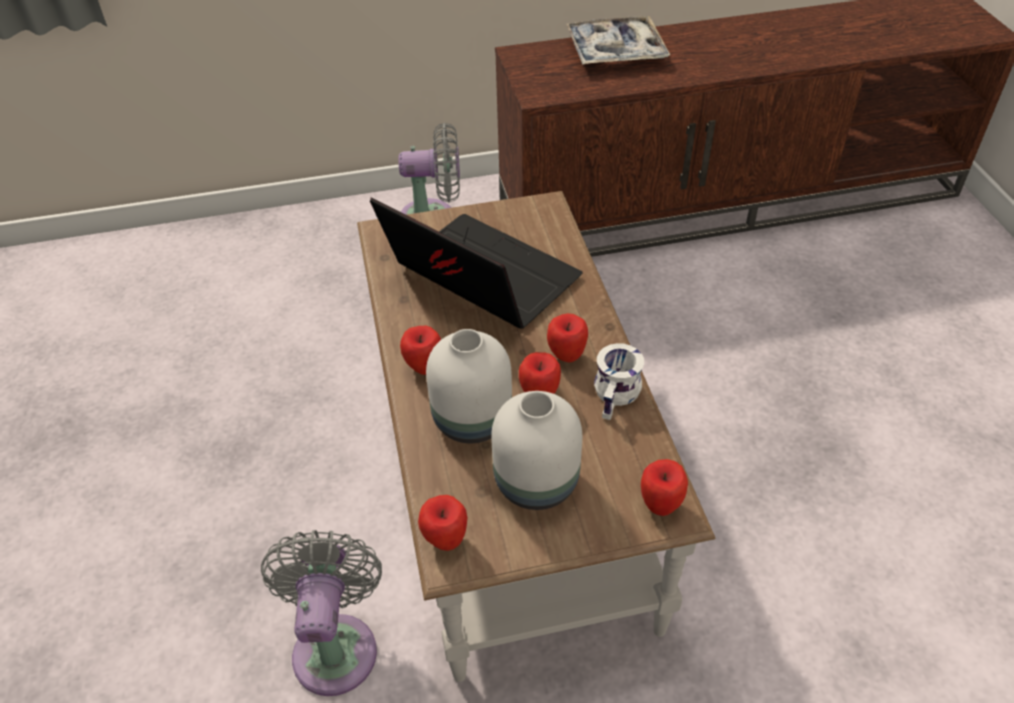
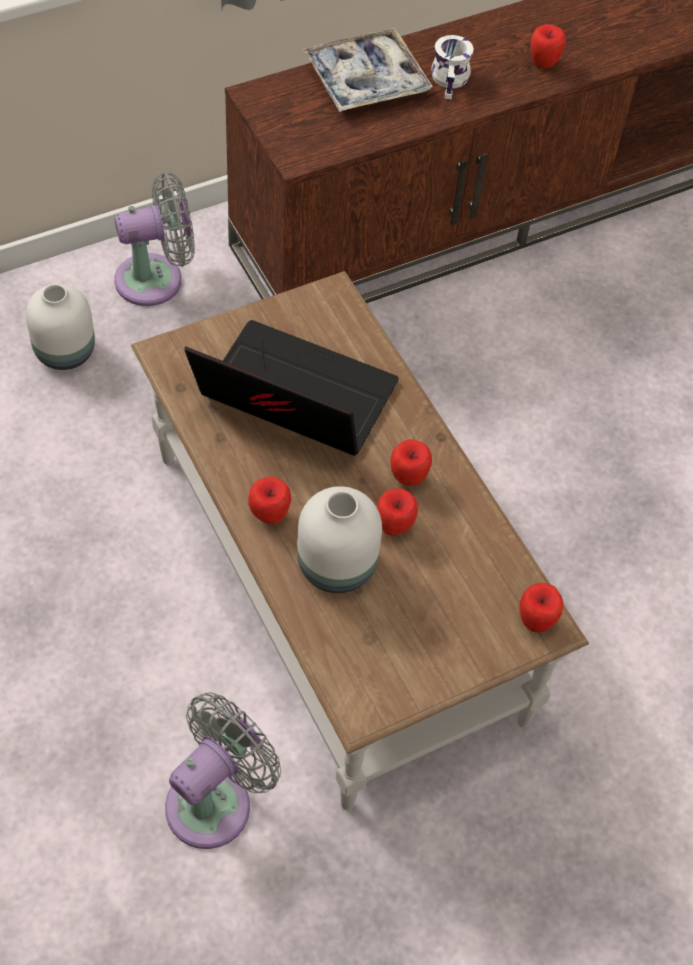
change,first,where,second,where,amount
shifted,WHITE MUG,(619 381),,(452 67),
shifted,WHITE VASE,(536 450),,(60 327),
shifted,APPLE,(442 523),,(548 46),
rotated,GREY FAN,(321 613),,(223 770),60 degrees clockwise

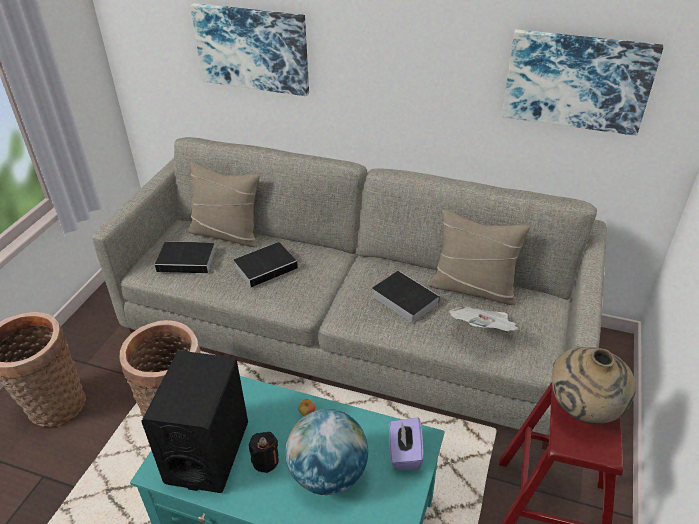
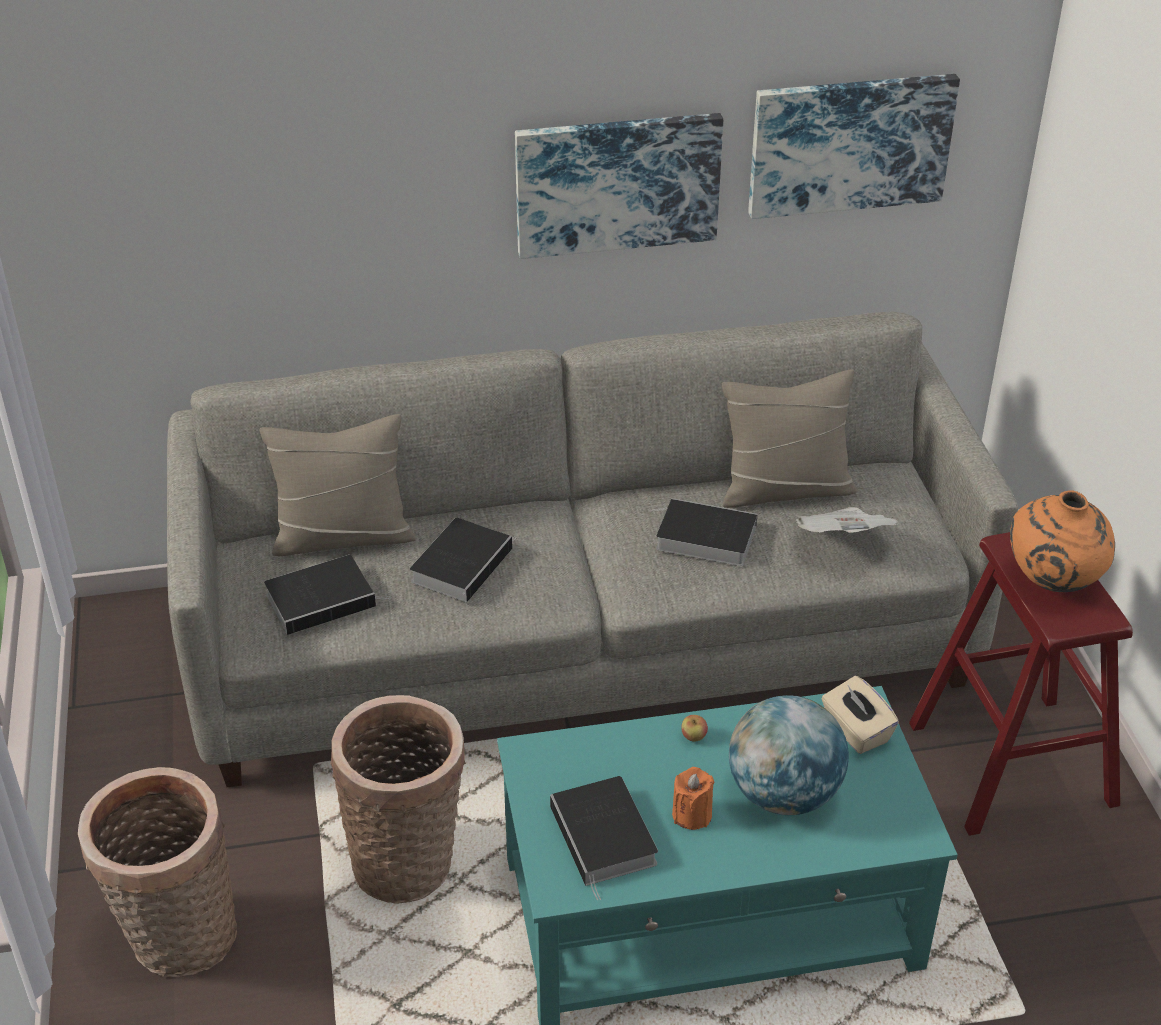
change,first,where,second,where,amount
shifted,PICTURE,(249 49),,(619 186),
repainted,BEIGE VASE,(594 385),ORANGE VASE,(1062 541),
swapped,BLACK SPEAKER,(194 421),BOOK,(604 838),
repainted,PURPLE TISSUE BOX,(406 443),BEIGE TISSUE BOX,(860 715),
repainted,BLACK CANDLE,(264 452),ORANGE CANDLE,(693 798),

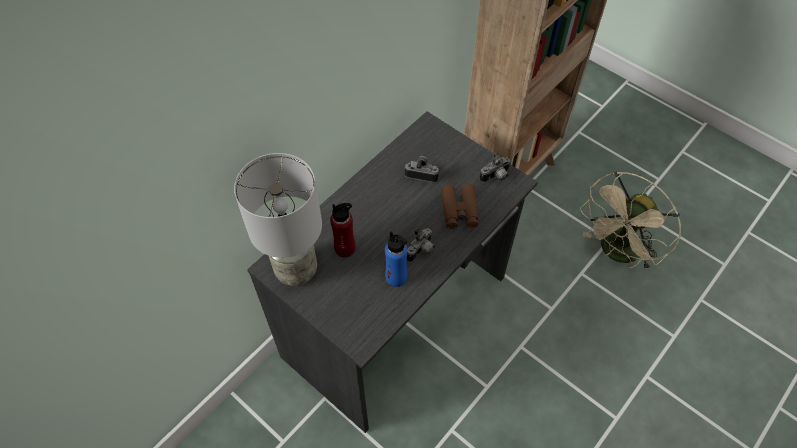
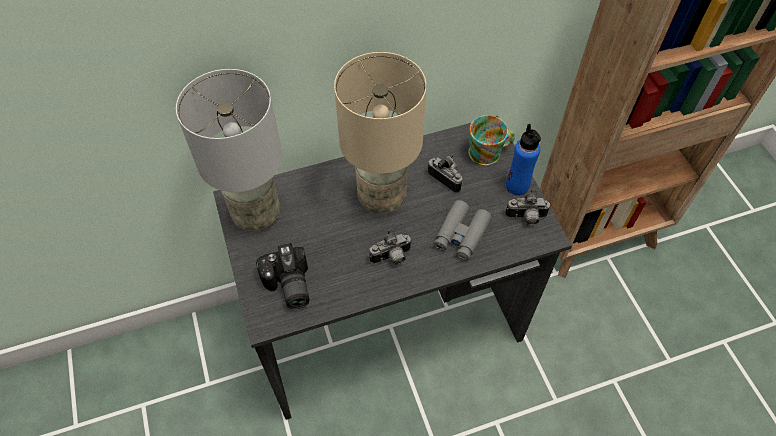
change,first,where,second,where,amount
gone,BEIGE FAN,(630 221),,,
repainted,BROWN BINOCULARS,(459 206),GREY BINOCULARS,(463 230),
gone,RED BOTTLE,(342 230),,,
shifted,BLUE BOTTLE,(396 259),,(523 160),
new,,,BEIGE TABLE LAMP,(380 133),
new,,,MUG,(491 140),
new,,,PHOTO CAMERA,(282 276),

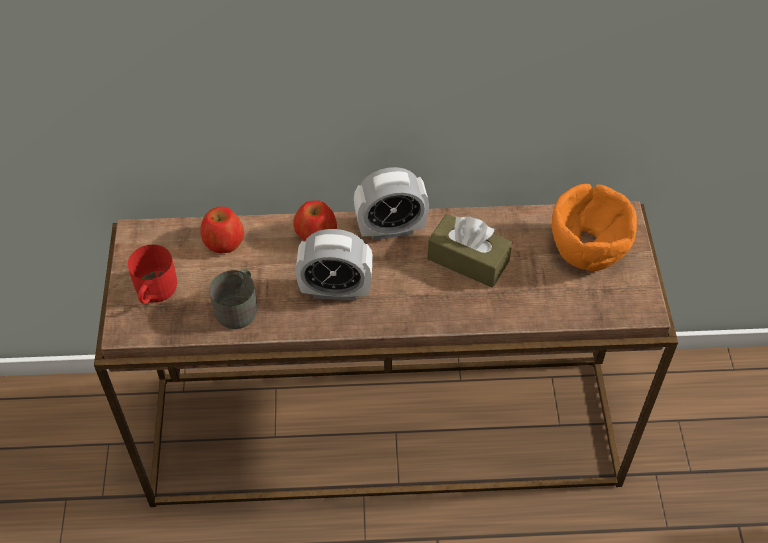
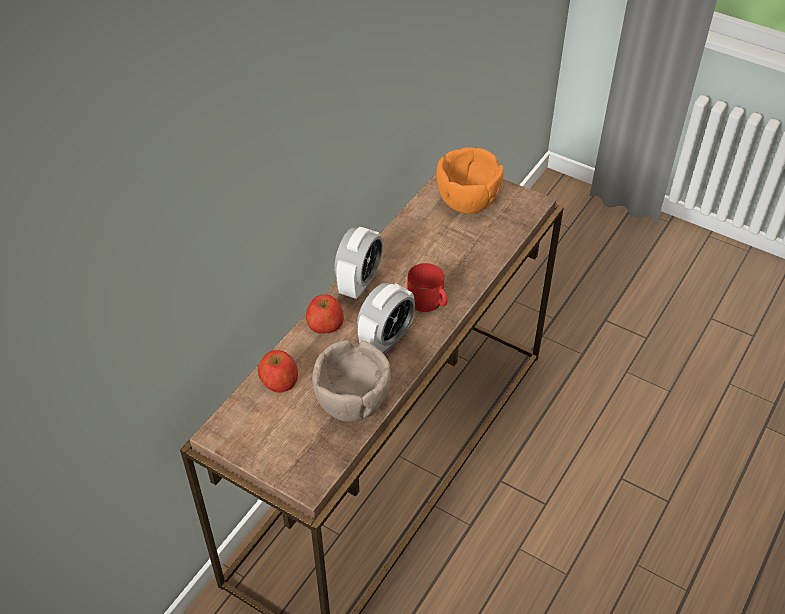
change,first,where,second,where,amount
gone,BROWN TISSUE BOX,(469 251),,,
shifted,RED MUG,(152 274),,(427 287),
swapped,GREY MUG,(233 299),BROWN BOWL,(351 381),

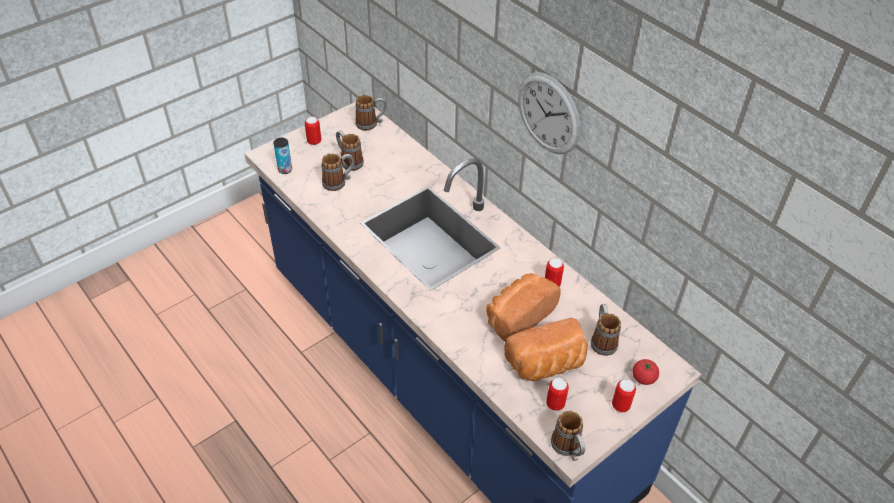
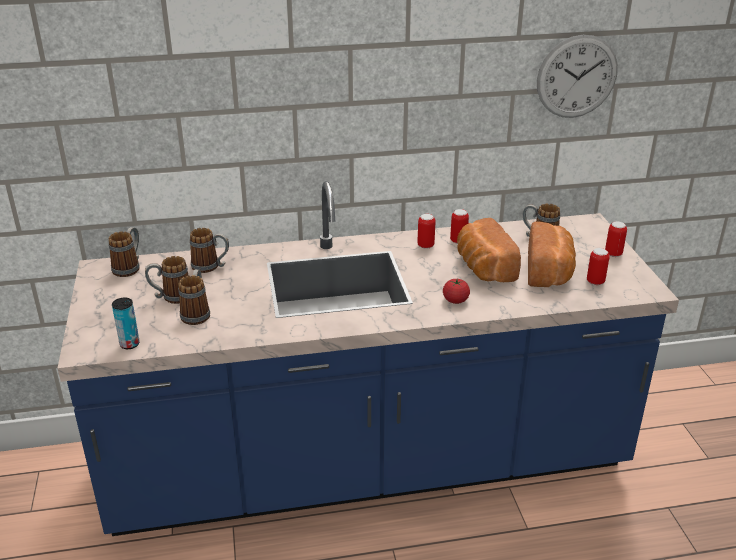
change,first,where,second,where,amount
shifted,WALL CLOCK,(549 113),,(577 76),
shifted,CAN,(313 131),,(426 231),
shifted,TOMATO,(645 372),,(456 291),
shifted,MUG,(568 436),,(209 250),

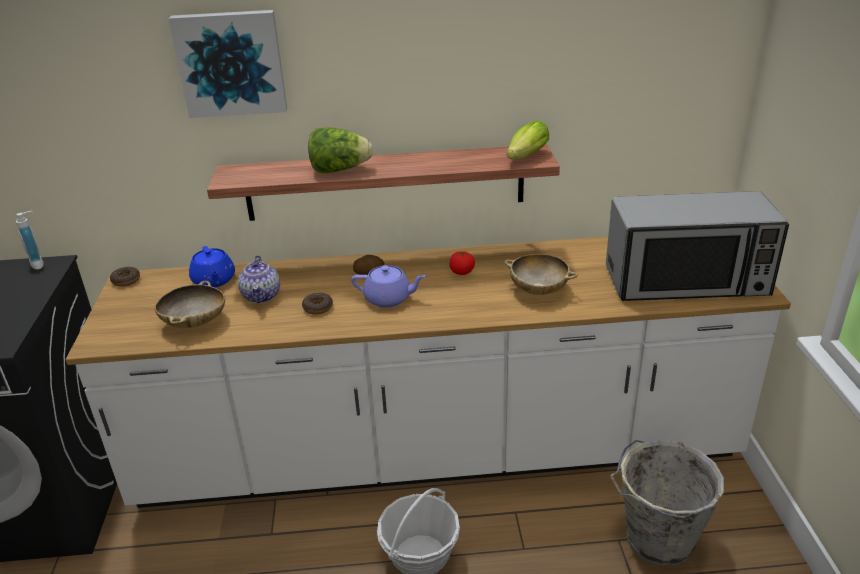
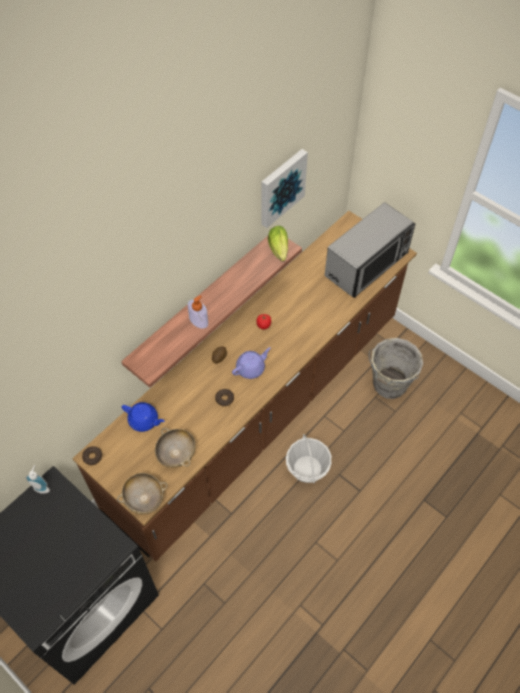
change,first,where,second,where,amount
shifted,PICTURE,(228 64),,(284 188),
swapped,LETTUCE,(340 150),SOAP DISPENSER,(198 312),
repainted,WHITE COUNTER,(428 372),BROWN COUNTER,(244 386),
shifted,BEIGE BOWL,(541 274),,(142 493),
gone,TEAPOT,(259 279),,,

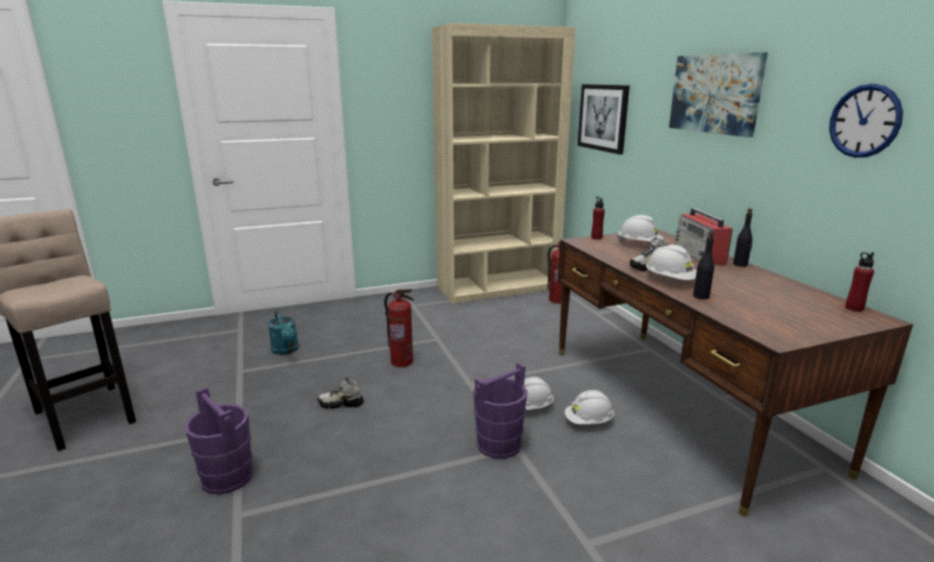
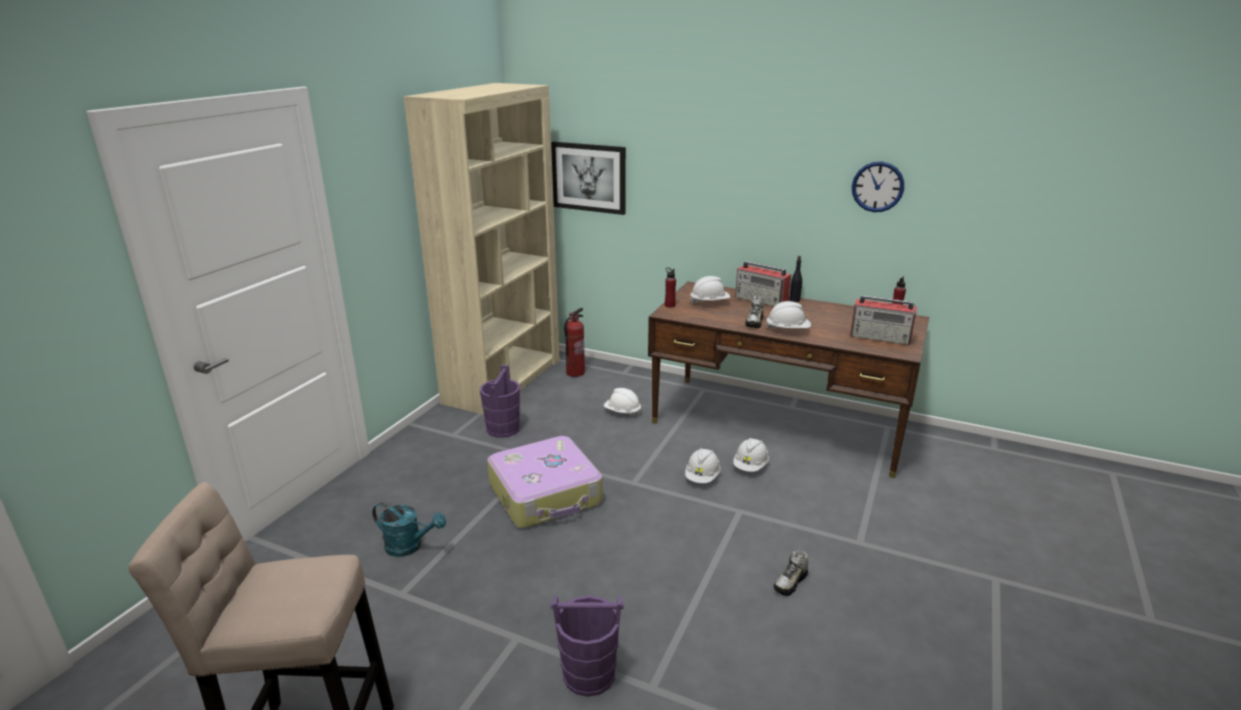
change,first,where,second,where,amount
gone,PICTURE,(718 94),,,
gone,BLACK BOTTLE,(703 265),,,
swapped,FIRE EXTINGUISHER,(399 328),SUITCASE,(545 482),
shifted,PURPLE BUCKET,(500 410),,(500 401),
shifted,SHOE,(340 393),,(791 573),
new,,,RADIO,(883 320),
new,,,WHITE HARD HAT,(622 402),

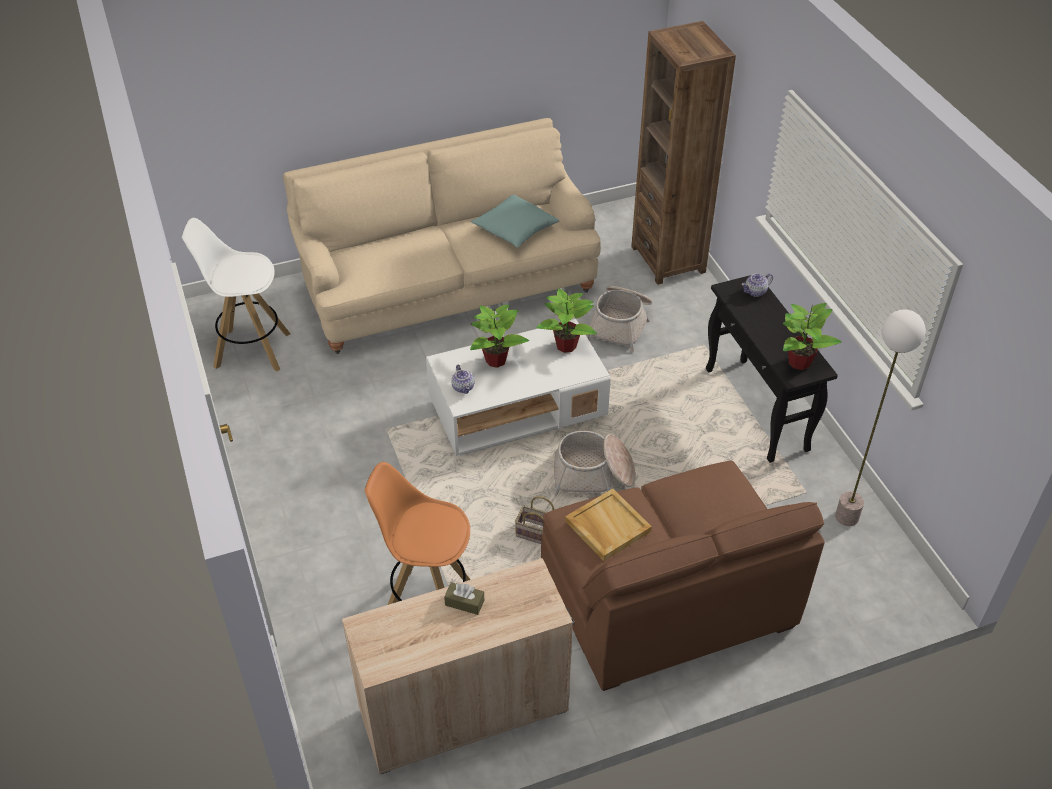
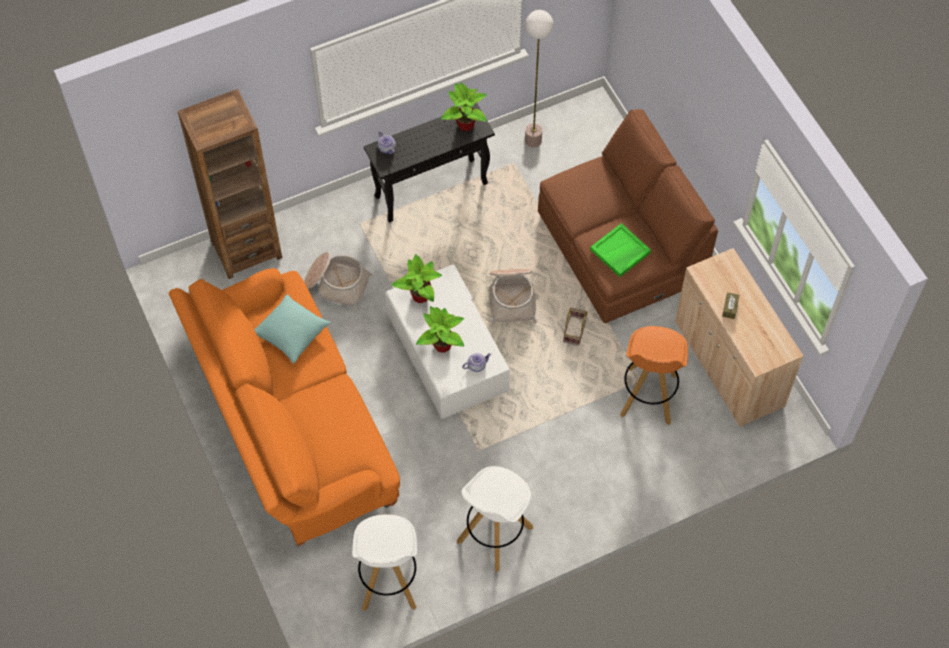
change,first,where,second,where,amount
repainted,BEIGE SOFA,(442 236),ORANGE SOFA,(284 407),
repainted,BEIGE TRAY,(608 525),GREEN TRAY,(620 250),
new,,,WHITE STOOL,(495 519),

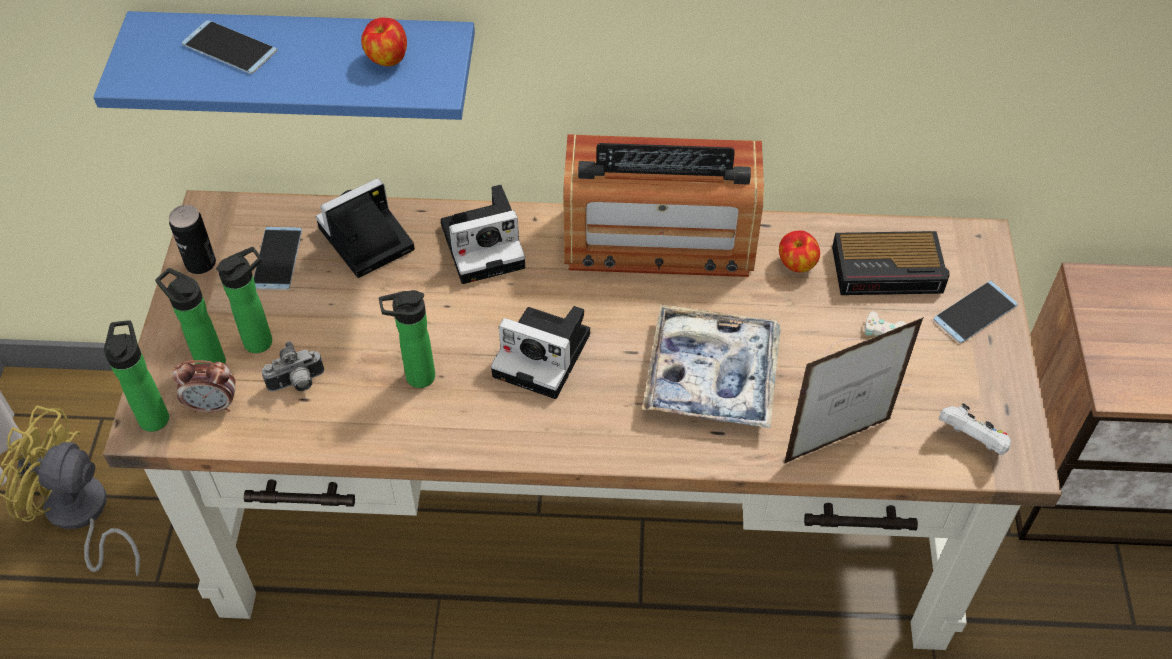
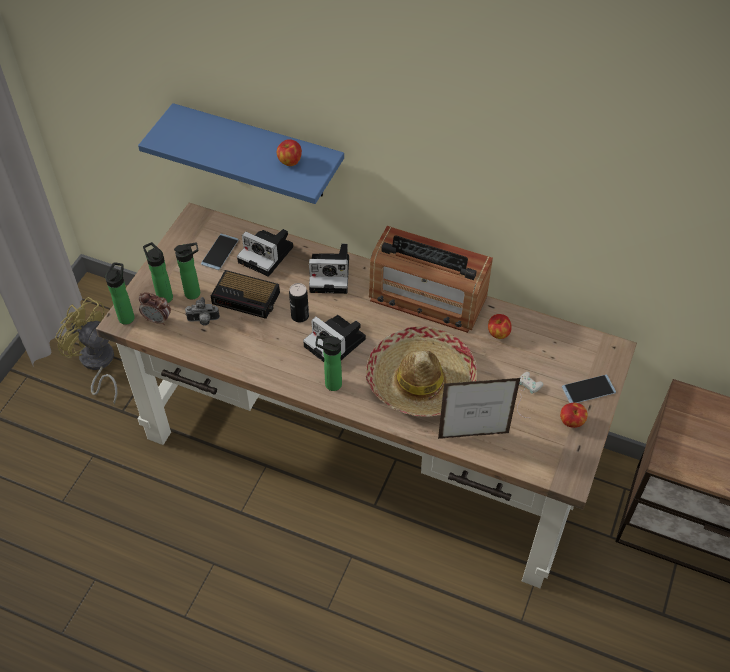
change,first,where,second,where,amount
gone,PHONE,(230 47),,,
rotated,PHOTO CAMERA,(365 228),,(265 253),135 degrees counterclockwise
shifted,CAN,(192 239),,(299 302),
shifted,ALARM CLOCK,(891 263),,(245 294),
shifted,BOTTLE,(407 339),,(329 363),
swapped,TRAY,(711 366),HAT,(421 371),
gone,WHITE GAME CONTROLLER,(975 429),,,
new,,,APPLE,(574 415),

